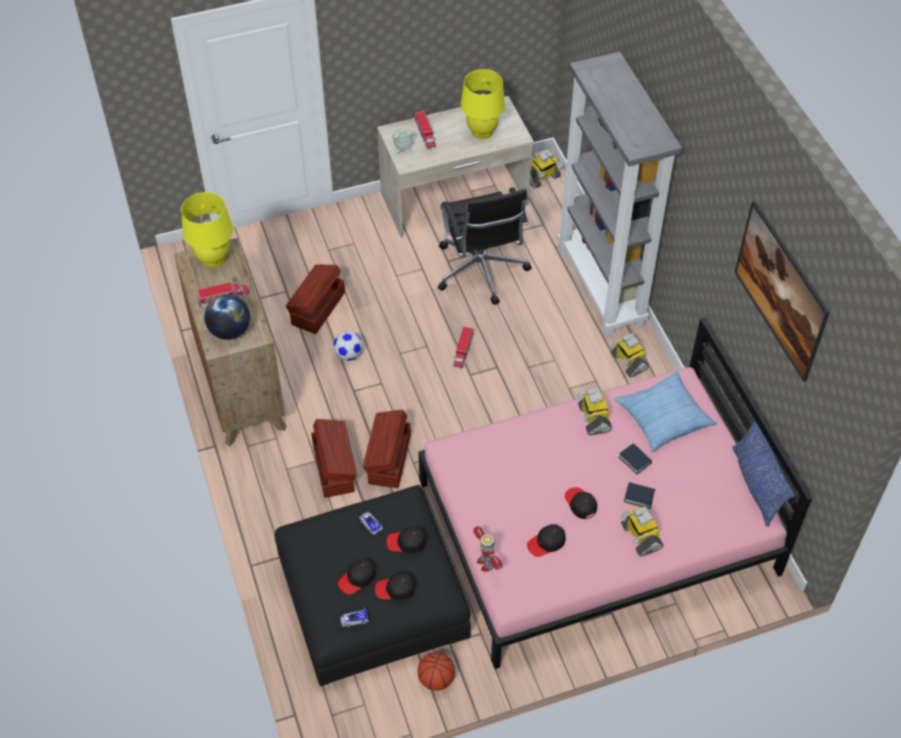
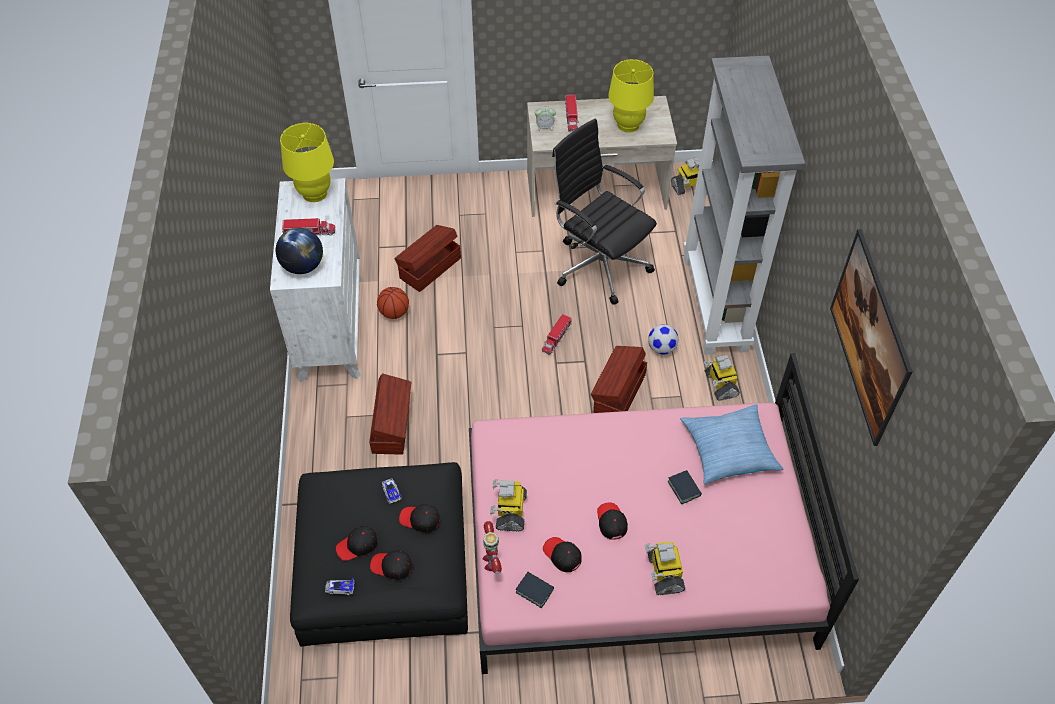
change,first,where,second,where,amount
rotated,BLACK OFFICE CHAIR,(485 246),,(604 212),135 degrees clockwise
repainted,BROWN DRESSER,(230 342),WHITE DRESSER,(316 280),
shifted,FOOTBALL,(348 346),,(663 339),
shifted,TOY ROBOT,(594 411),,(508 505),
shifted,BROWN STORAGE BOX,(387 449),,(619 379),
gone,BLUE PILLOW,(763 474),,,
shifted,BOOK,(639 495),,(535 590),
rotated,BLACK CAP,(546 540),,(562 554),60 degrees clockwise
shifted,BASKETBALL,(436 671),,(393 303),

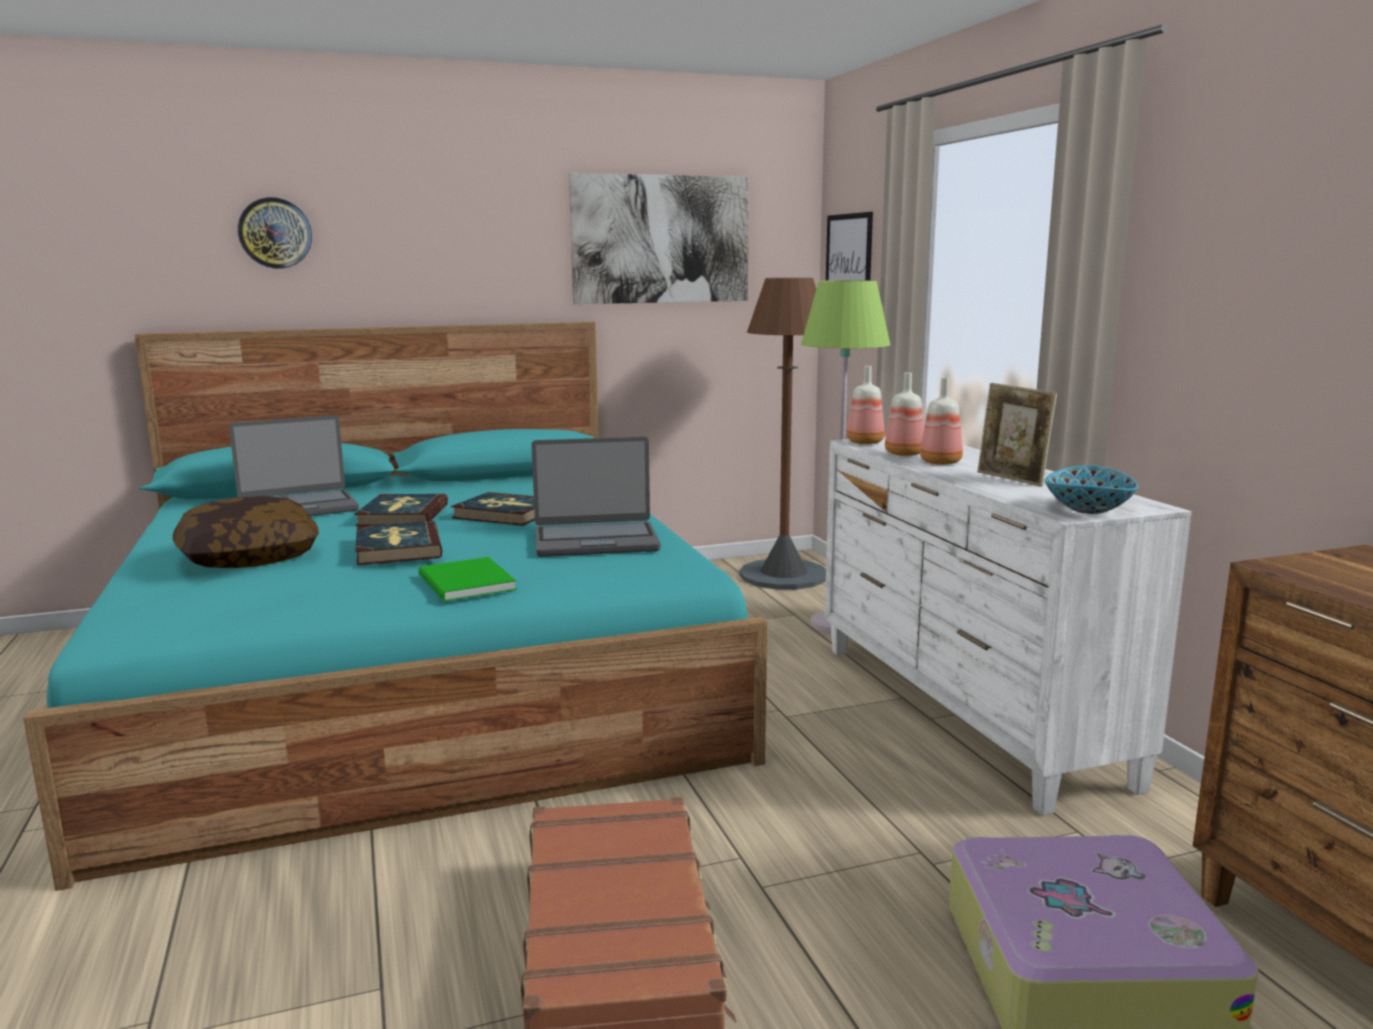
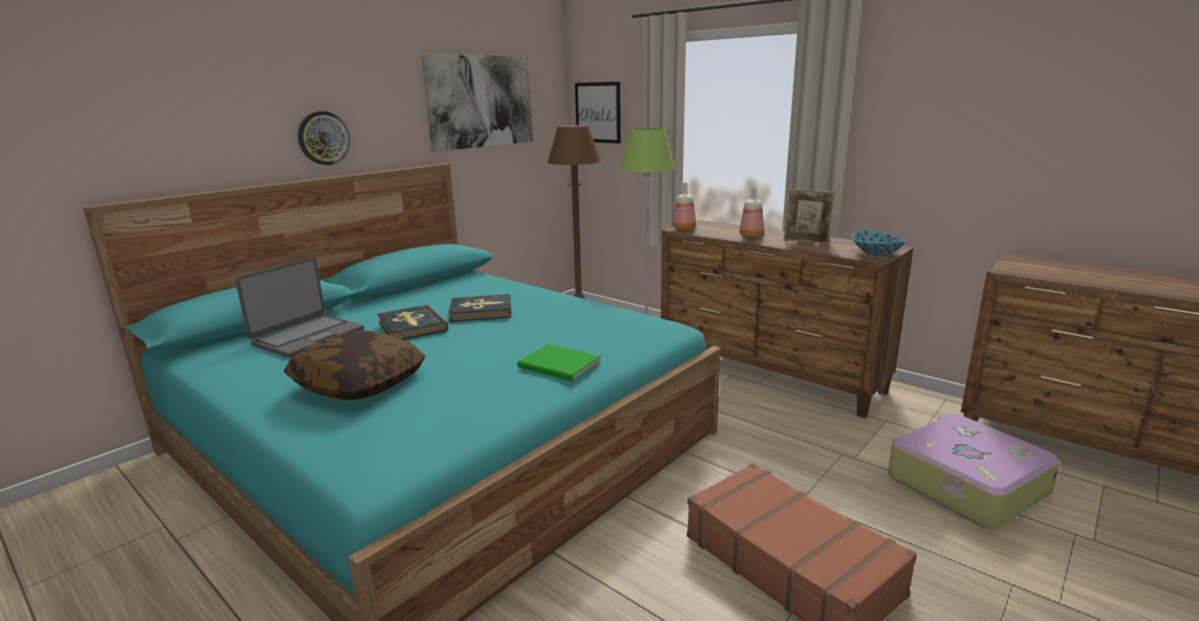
change,first,where,second,where,amount
shifted,WALL CLOCK,(275 233),,(324 138),
gone,BOTTLE,(904 414),,,
repainted,WHITE DRESSER,(1008 626),BROWN DRESSER,(787 319),
gone,LAPTOP,(596 497),,,
gone,BOOK,(398 543),,,

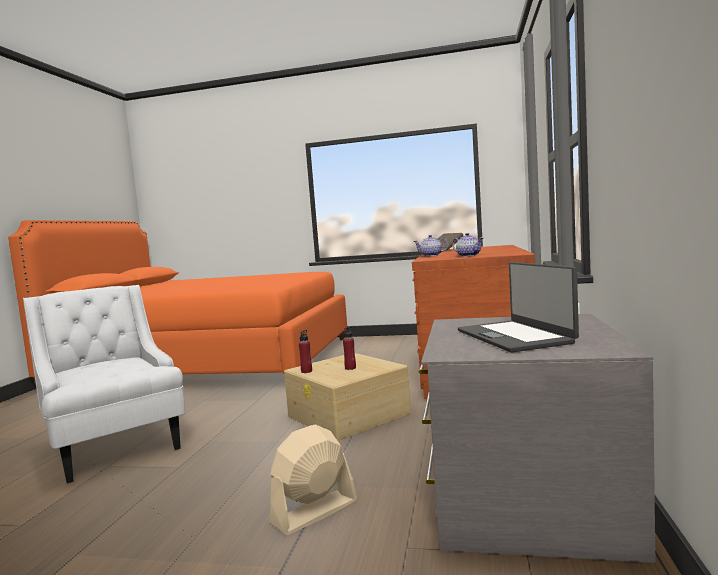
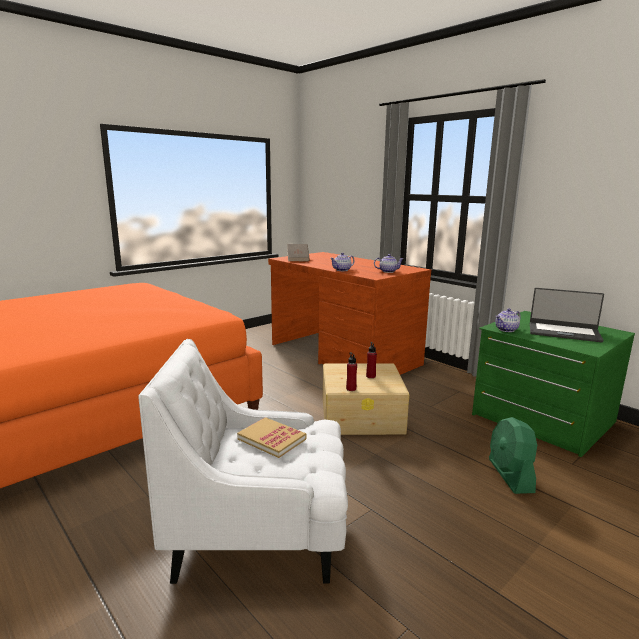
change,first,where,second,where,amount
repainted,GREY DRESSER,(537 438),GREEN DRESSER,(553 384),
repainted,BEIGE FAN,(313 479),GREEN FAN,(513 455),
new,,,TEAPOT,(508 320),
new,,,BOOK,(271 437),

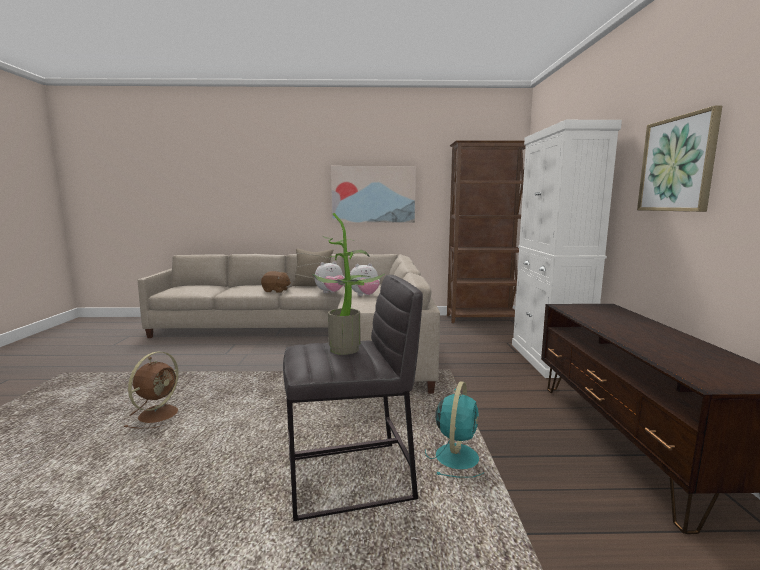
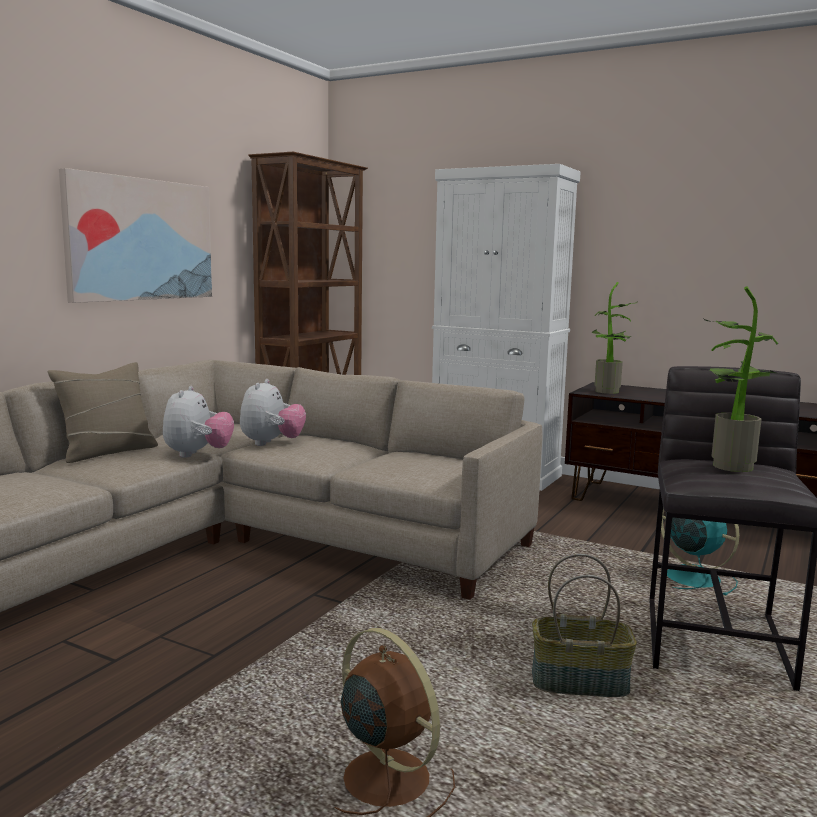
change,first,where,second,where,amount
gone,PICTURE,(679 159),,,
gone,BROWN PLUSH TOY,(276 282),,,
new,,,POTTED PLANT,(615 338),
new,,,BASKET,(584 625),

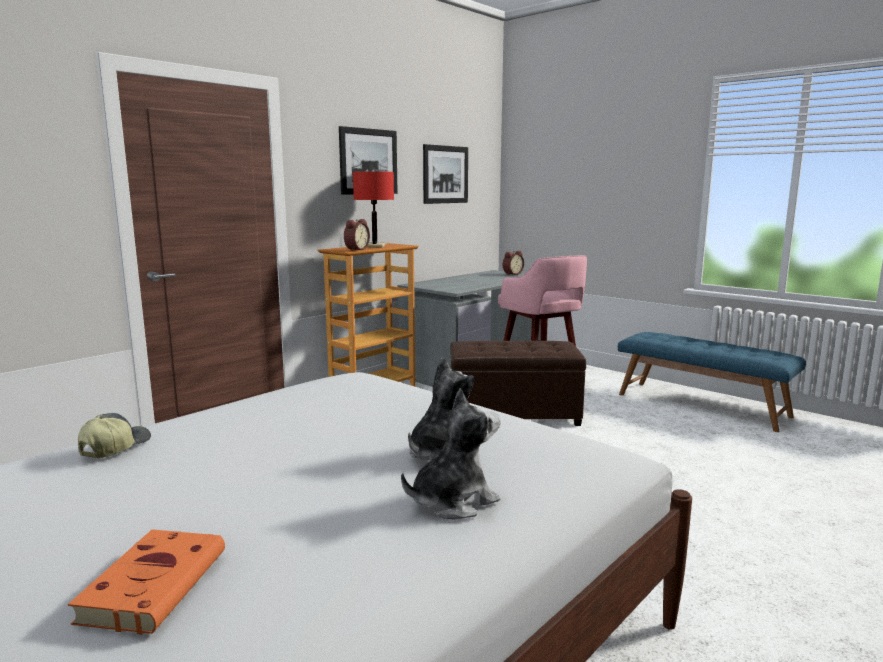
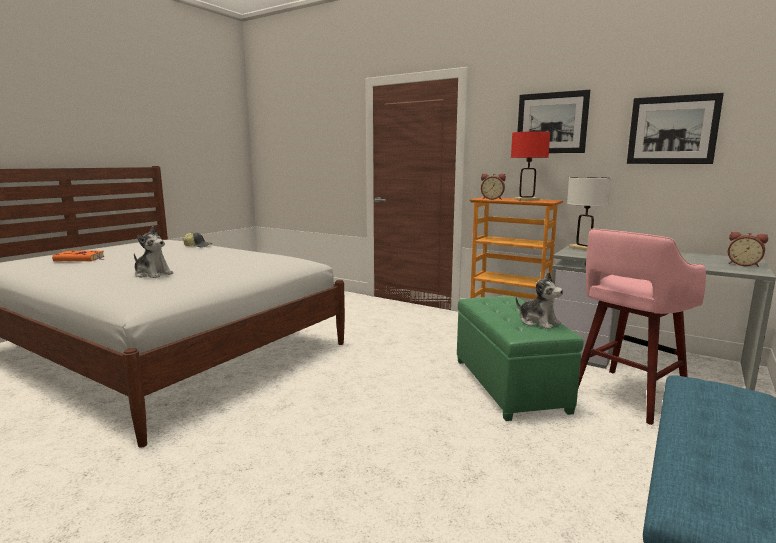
change,first,where,second,where,amount
repainted,BROWN OTTOMAN,(518 383),GREEN OTTOMAN,(520 358),
shifted,PLUSH TOY,(451 454),,(539 300),
new,,,WHITE TABLE LAMP,(589 214),

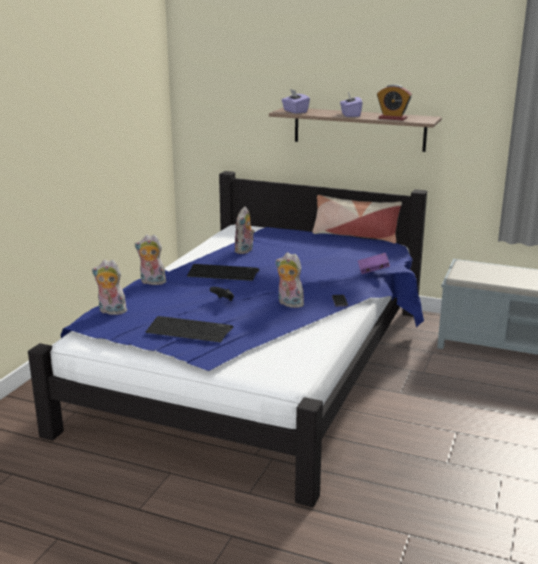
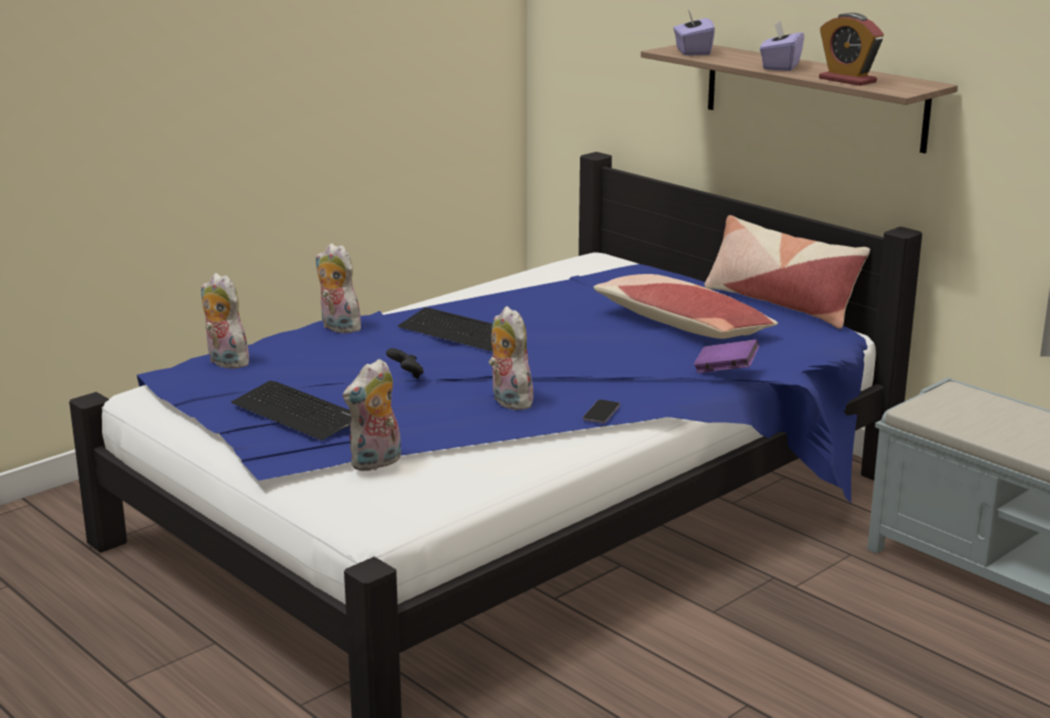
change,first,where,second,where,amount
shifted,PLUSH TOY,(245 230),,(372 415),
new,,,PILLOW,(685 306),

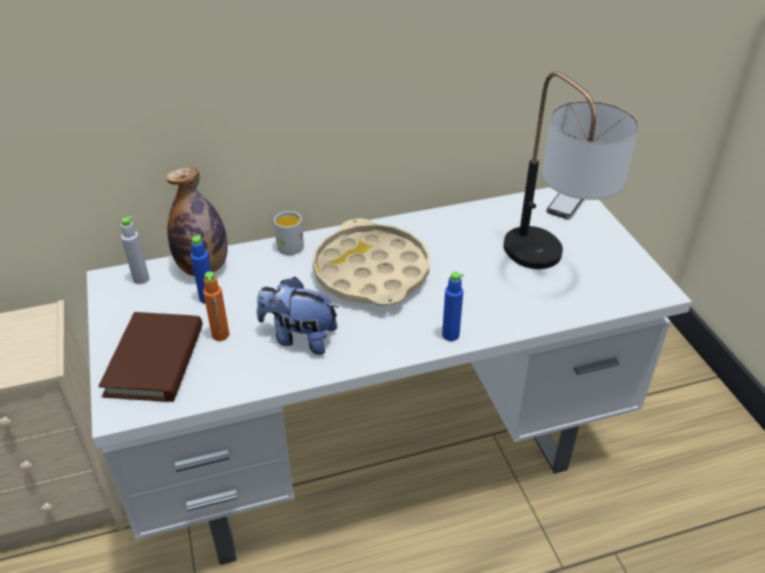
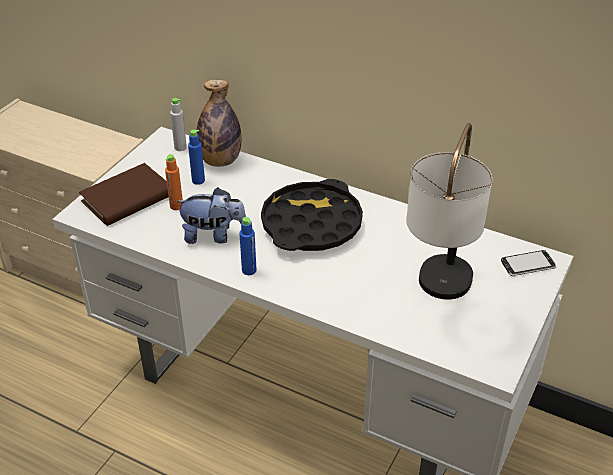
change,first,where,second,where,amount
gone,WHITE MUG,(289 233),,,
repainted,BEIGE TRAY,(371 262),BLACK TRAY,(312 215),
shifted,BLUE BOTTLE,(453 306),,(248 246),
rotated,PLUSH TOY,(298 316),,(210 216),120 degrees clockwise

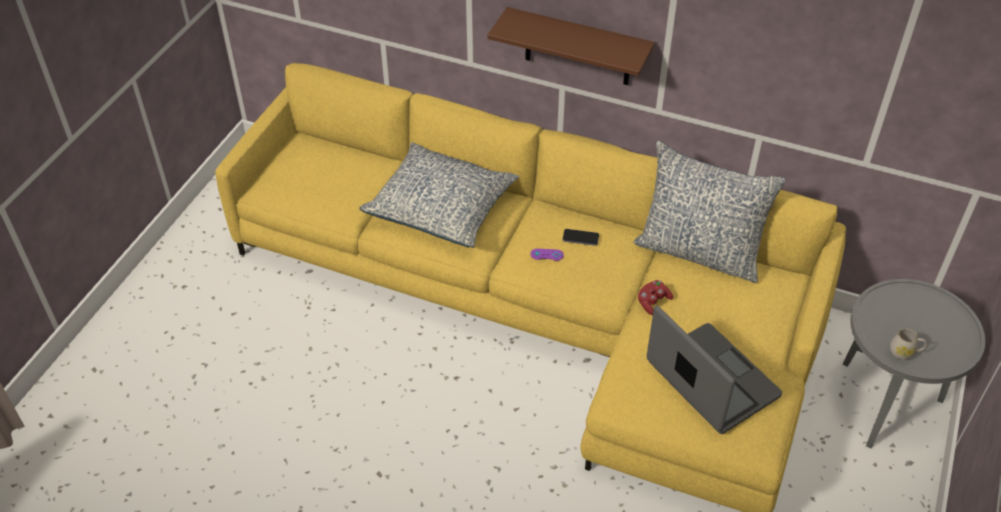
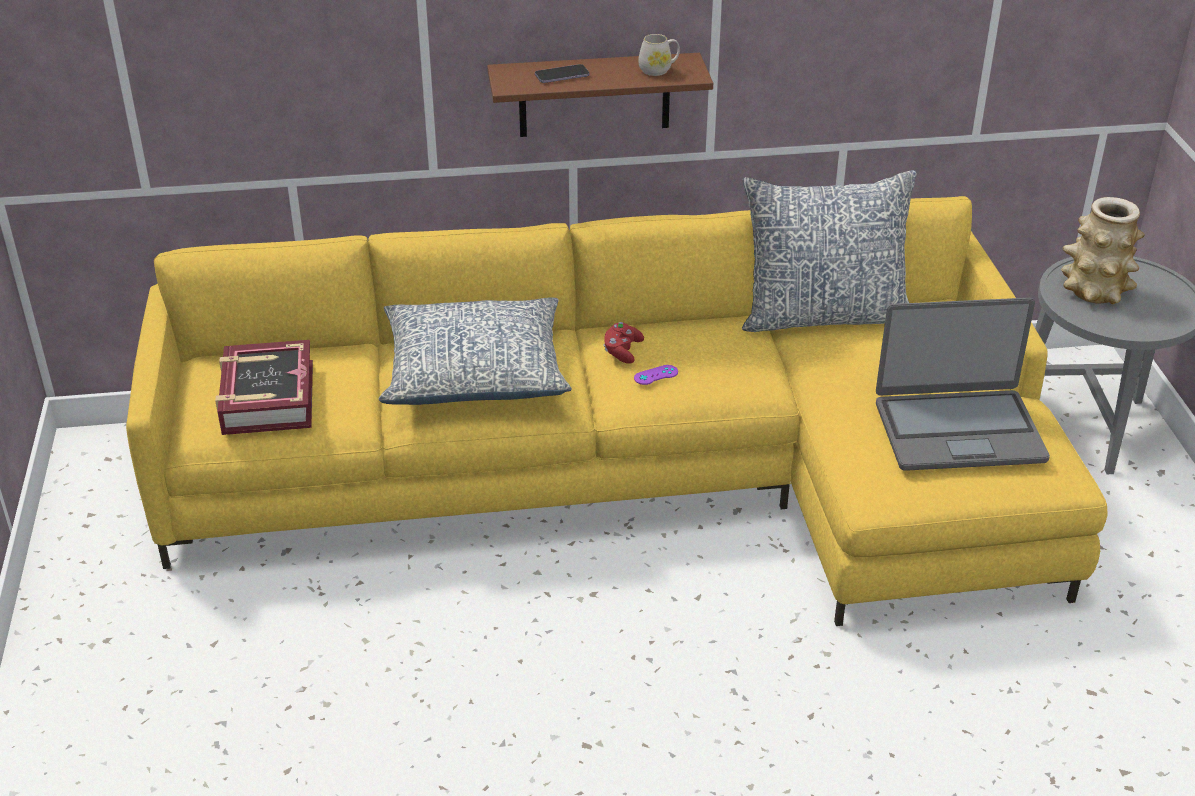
change,first,where,second,where,amount
shifted,PHONE,(581 237),,(562 73),
shifted,RED GAME CONTROLLER,(655 297),,(623 343),
rotated,LAPTOP,(714 369),,(963 384),150 degrees clockwise
shifted,WHITE MUG,(908 344),,(659 55),
new,,,VASE,(1103 250),
new,,,BOOK,(264 387),

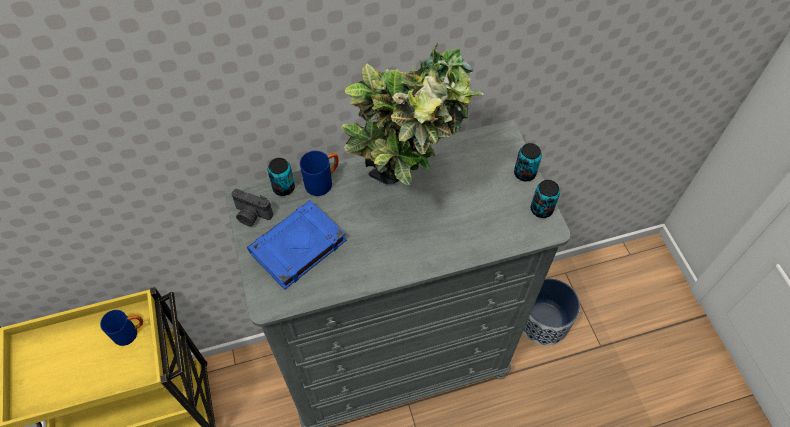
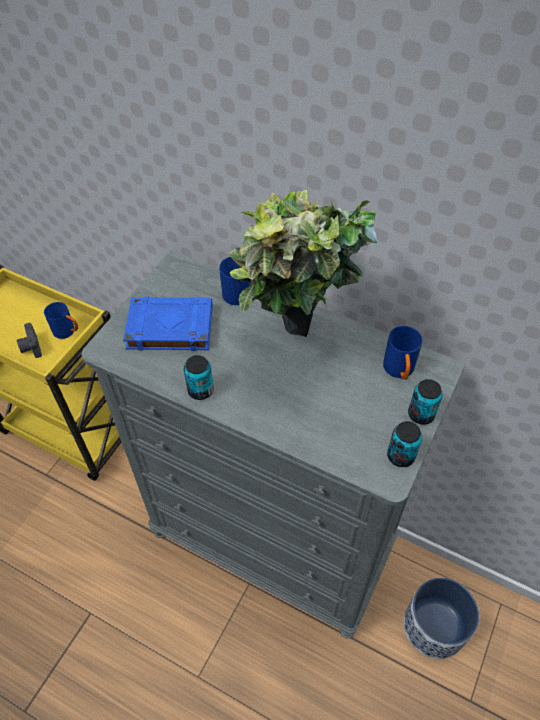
change,first,where,second,where,amount
shifted,CAN,(281 177),,(199 377),
shifted,PHOTO CAMERA,(252 207),,(29 340),
new,,,BLUE MUG,(403 353),

